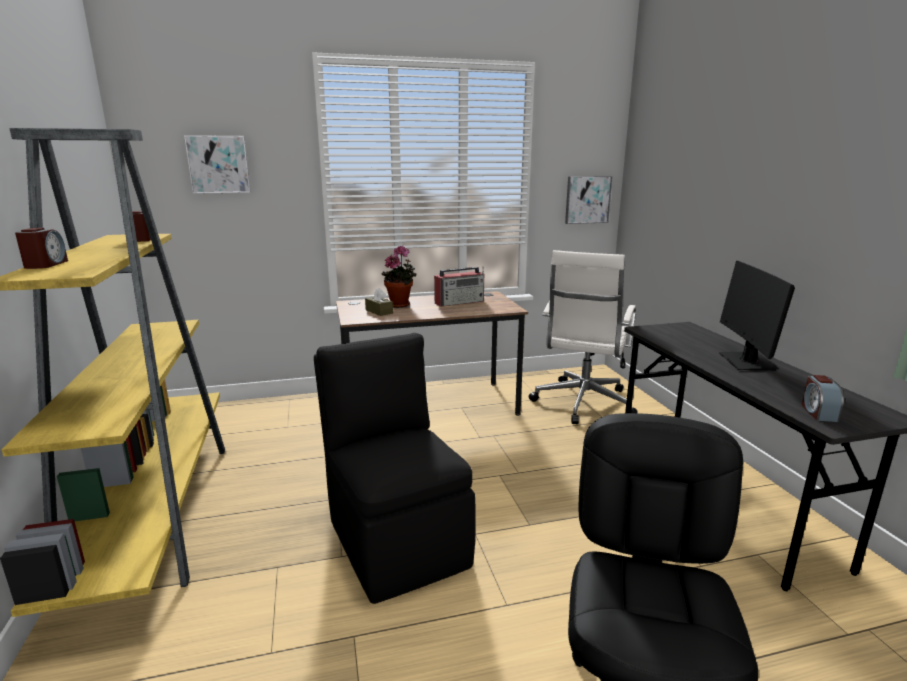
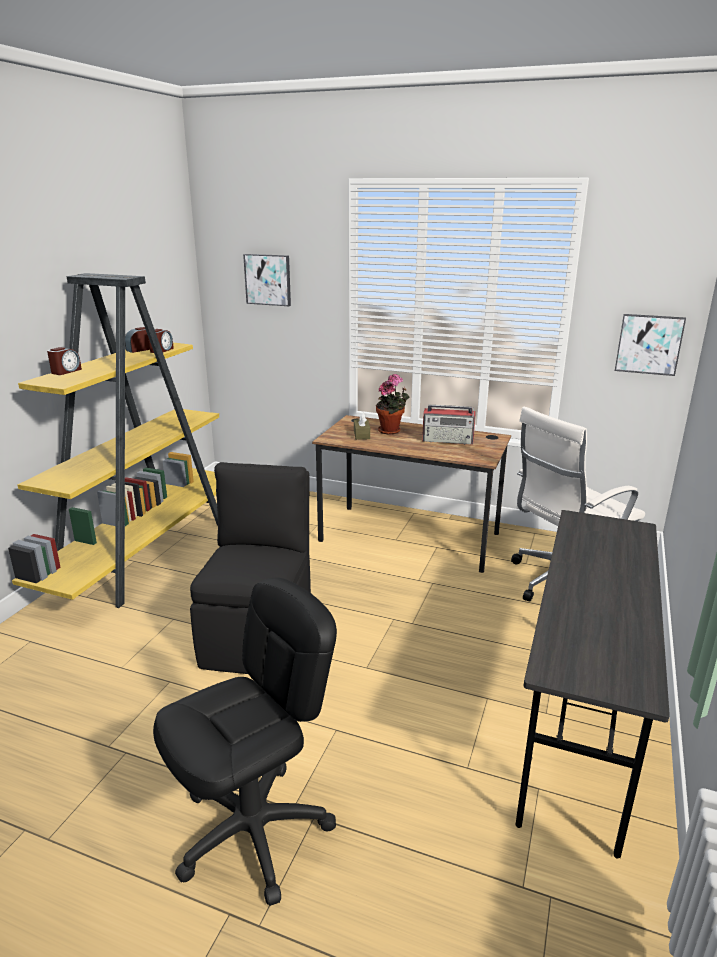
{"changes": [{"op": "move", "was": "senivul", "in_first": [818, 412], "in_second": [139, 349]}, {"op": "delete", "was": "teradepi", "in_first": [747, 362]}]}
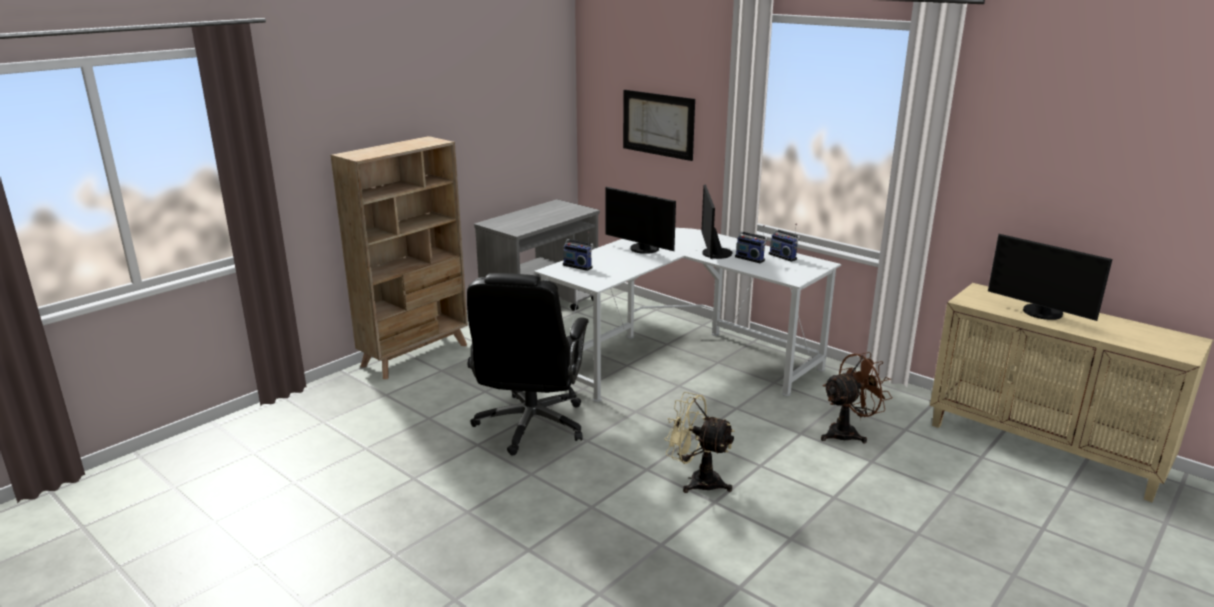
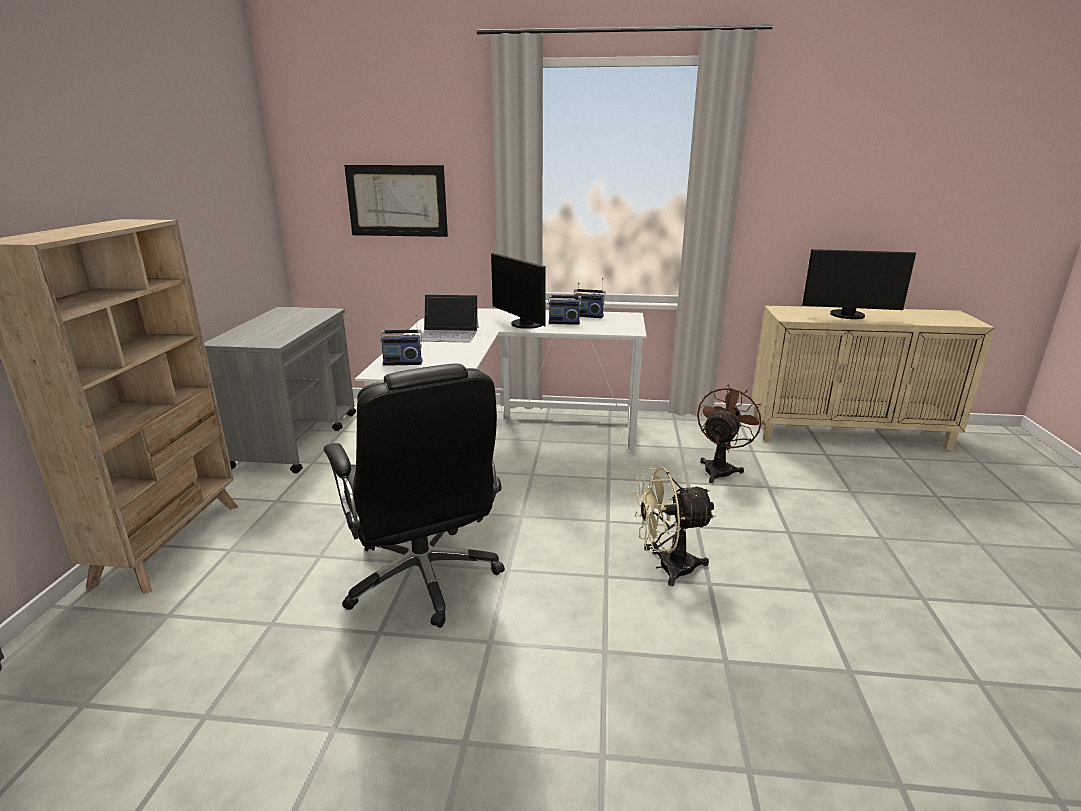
{"changes": [{"op": "replace", "was": "teradepi", "now": "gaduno", "in_first": [642, 249], "in_second": [449, 334]}]}
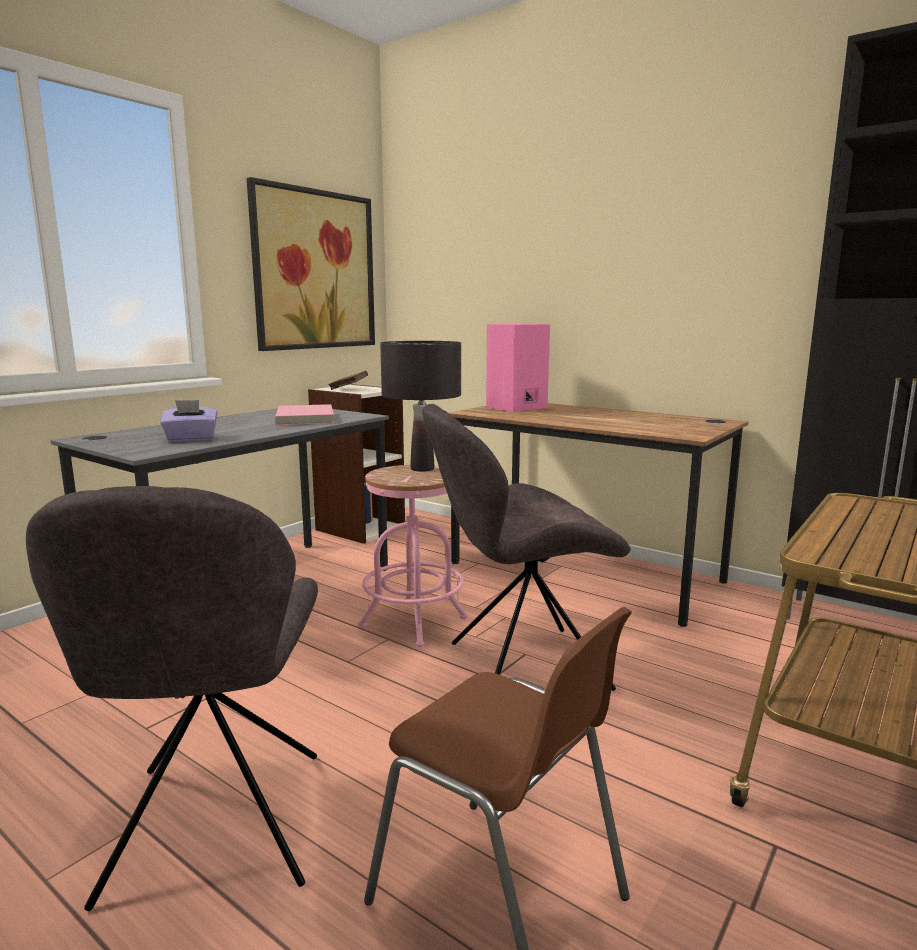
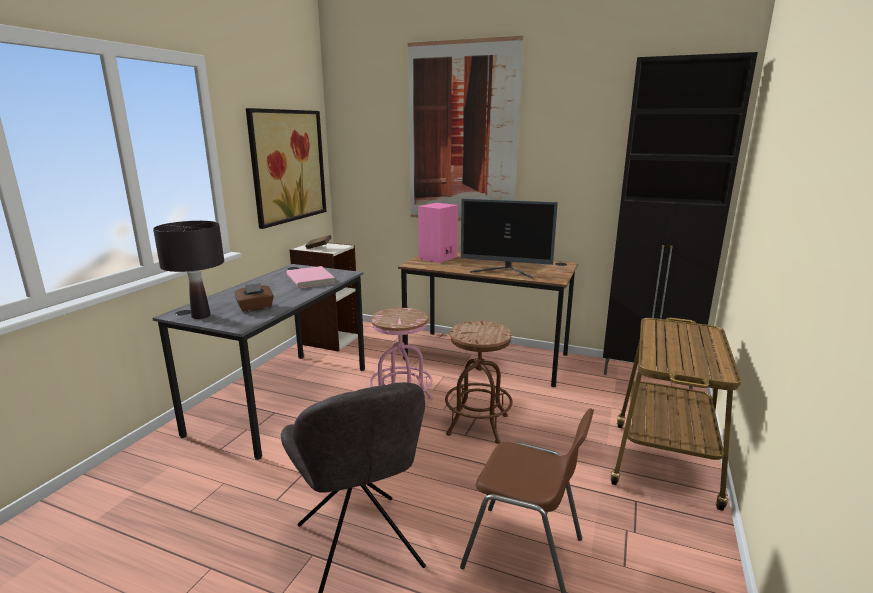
{"changes": [{"op": "move", "was": "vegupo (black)", "in_first": [422, 469], "in_second": [200, 316]}, {"op": "recolor", "was": "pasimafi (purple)", "now": "pasimafi (brown)", "in_first": [191, 439], "in_second": [255, 308]}, {"op": "insert", "now": "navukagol", "in_second": [461, 134]}, {"op": "replace", "was": "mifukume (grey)", "now": "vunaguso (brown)", "in_first": [521, 666], "in_second": [477, 425]}, {"op": "insert", "now": "teradepi", "in_second": [505, 272]}]}
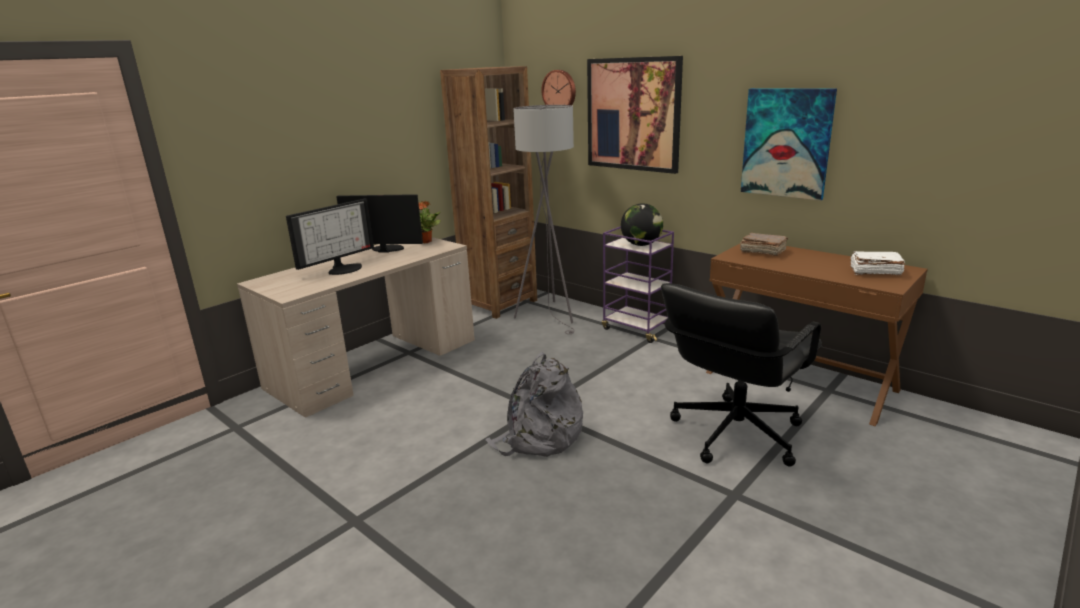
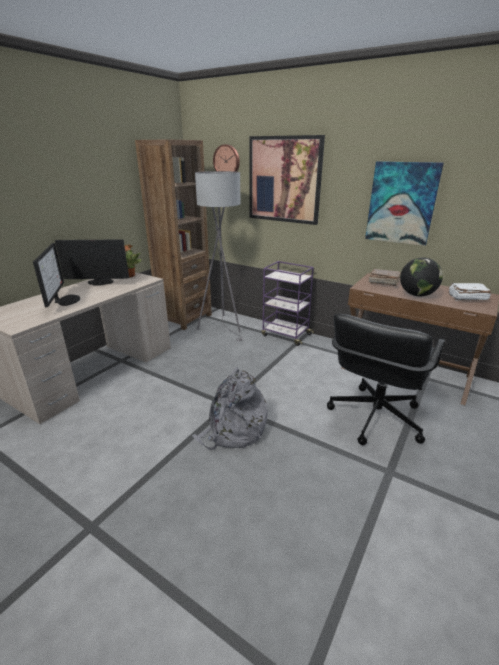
{"changes": [{"op": "rotate", "was": "teradepi", "in_first": [344, 268], "in_second": [65, 300], "clockwise": -45}, {"op": "move", "was": "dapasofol", "in_first": [641, 245], "in_second": [417, 295]}]}
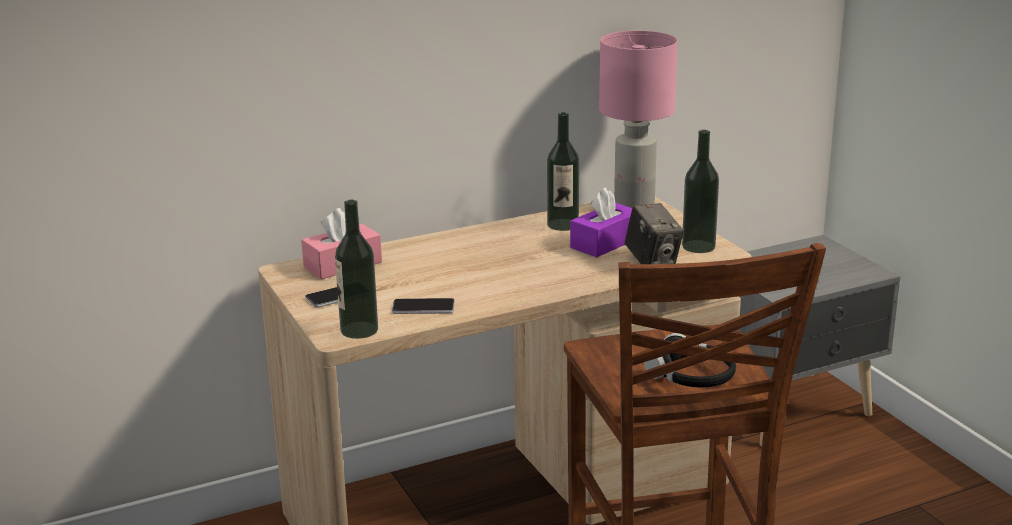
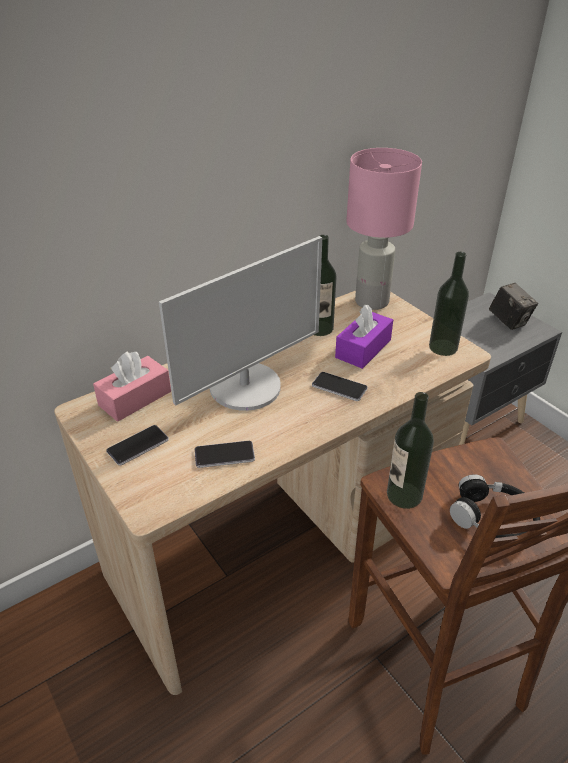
{"changes": [{"op": "insert", "now": "teradepi", "in_second": [246, 387]}, {"op": "insert", "now": "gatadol", "in_second": [339, 387]}, {"op": "move", "was": "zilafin", "in_first": [359, 330], "in_second": [404, 495]}, {"op": "move", "was": "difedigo", "in_first": [652, 262], "in_second": [508, 321]}]}
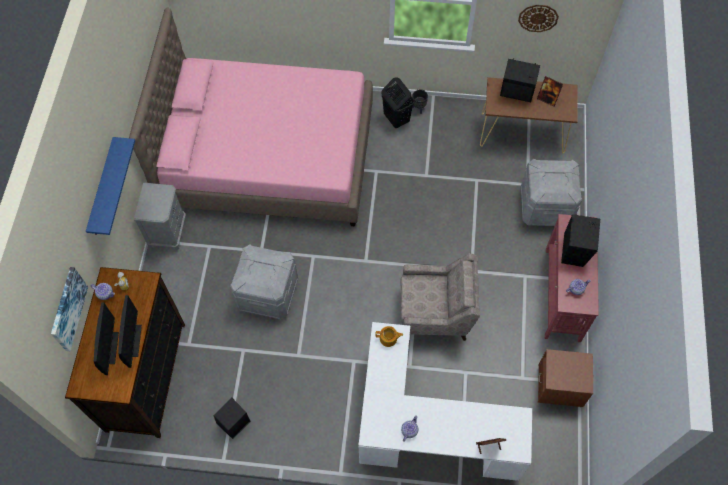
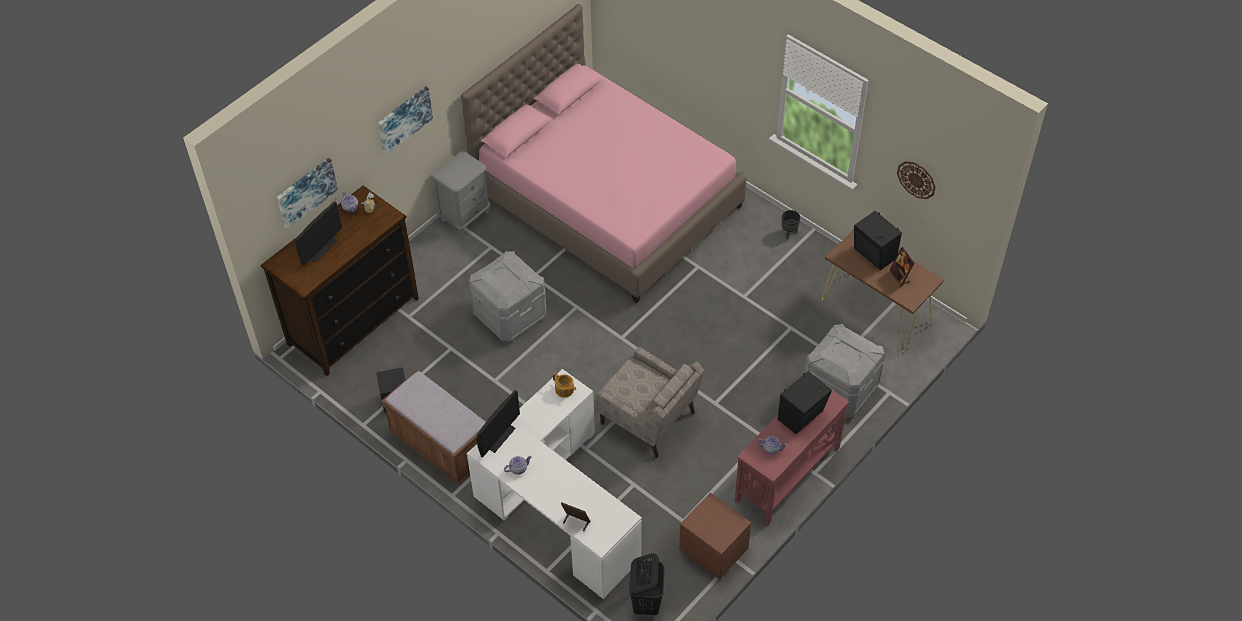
{"changes": [{"op": "replace", "was": "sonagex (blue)", "now": "navukagol", "in_first": [103, 189], "in_second": [404, 119]}, {"op": "insert", "now": "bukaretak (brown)", "in_second": [440, 445]}, {"op": "move", "was": "teradepi", "in_first": [132, 340], "in_second": [498, 436]}, {"op": "move", "was": "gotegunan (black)", "in_first": [396, 119], "in_second": [646, 602]}]}
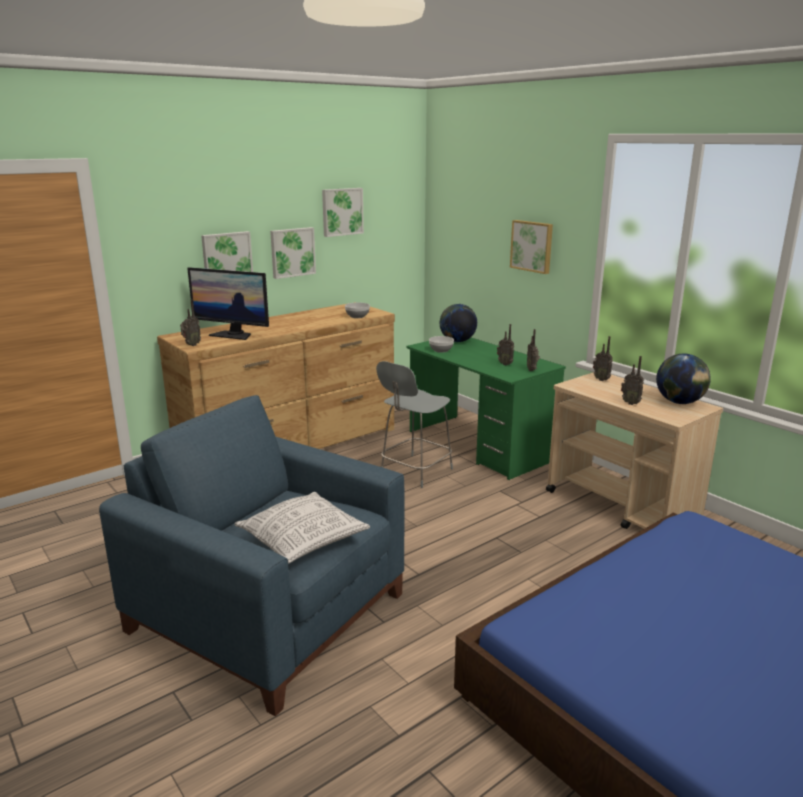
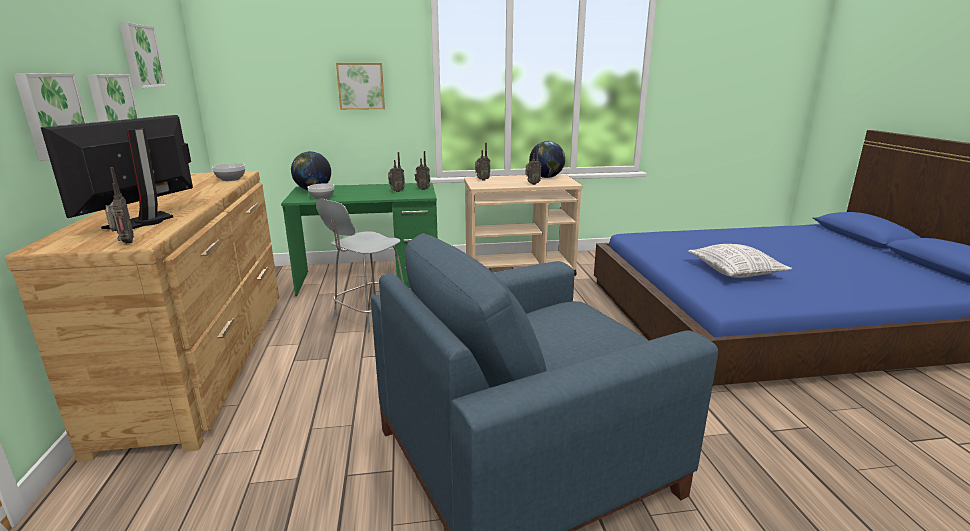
{"changes": [{"op": "rotate", "was": "teradepi", "in_first": [233, 335], "in_second": [144, 222], "clockwise": 150}, {"op": "rotate", "was": "mifukume (grey)", "in_first": [414, 471], "in_second": [370, 315], "clockwise": 60}, {"op": "move", "was": "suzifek", "in_first": [302, 541], "in_second": [735, 271]}]}
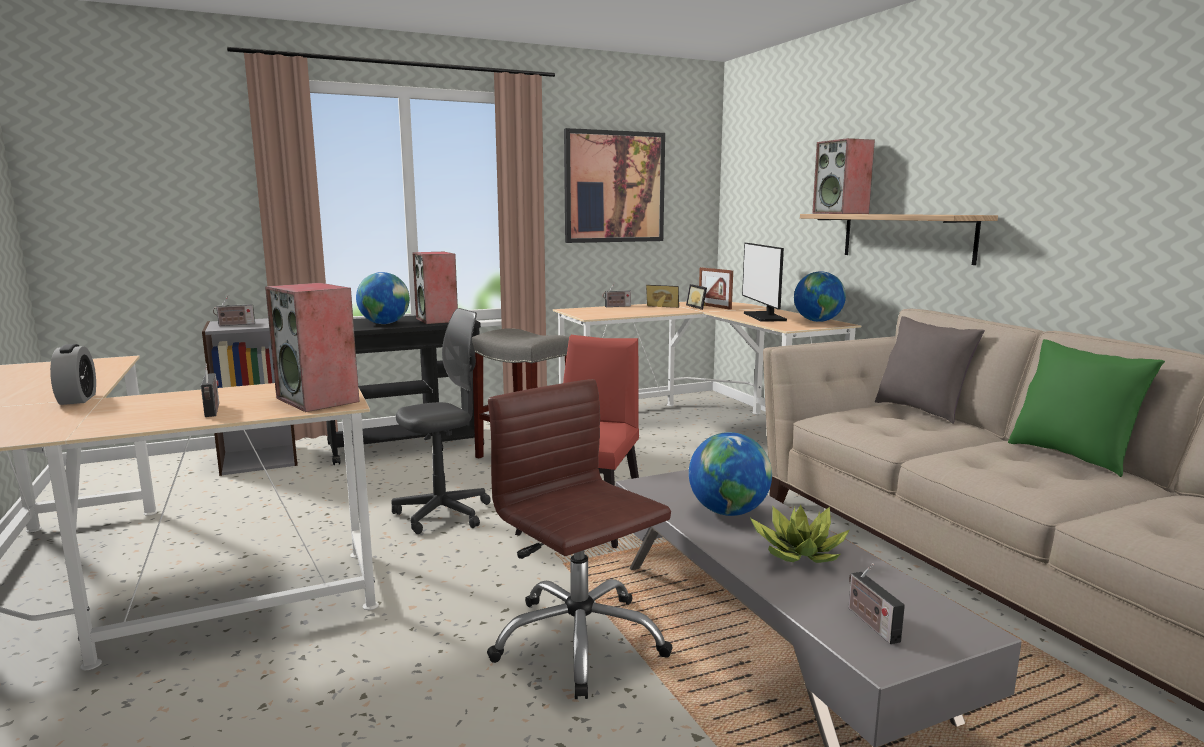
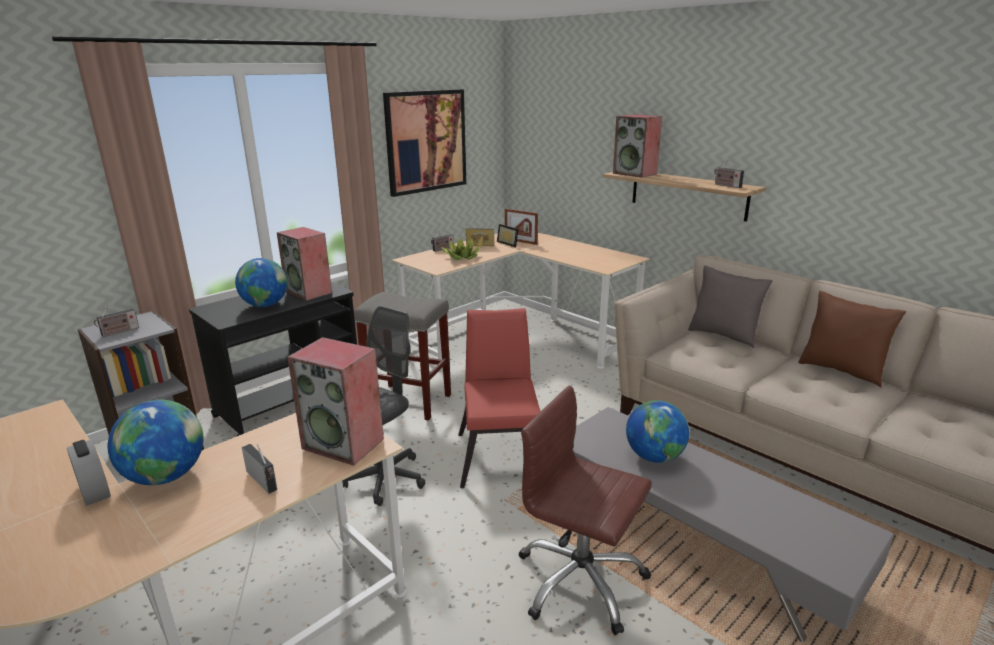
{"changes": [{"op": "move", "was": "dapasofol", "in_first": [817, 321], "in_second": [166, 476]}, {"op": "move", "was": "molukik", "in_first": [797, 553], "in_second": [461, 257]}, {"op": "move", "was": "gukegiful", "in_first": [870, 623], "in_second": [726, 185]}, {"op": "recolor", "was": "suzifek (green)", "now": "suzifek (brown)", "in_first": [1071, 456], "in_second": [841, 371]}, {"op": "delete", "was": "teradepi", "in_first": [764, 317]}]}
